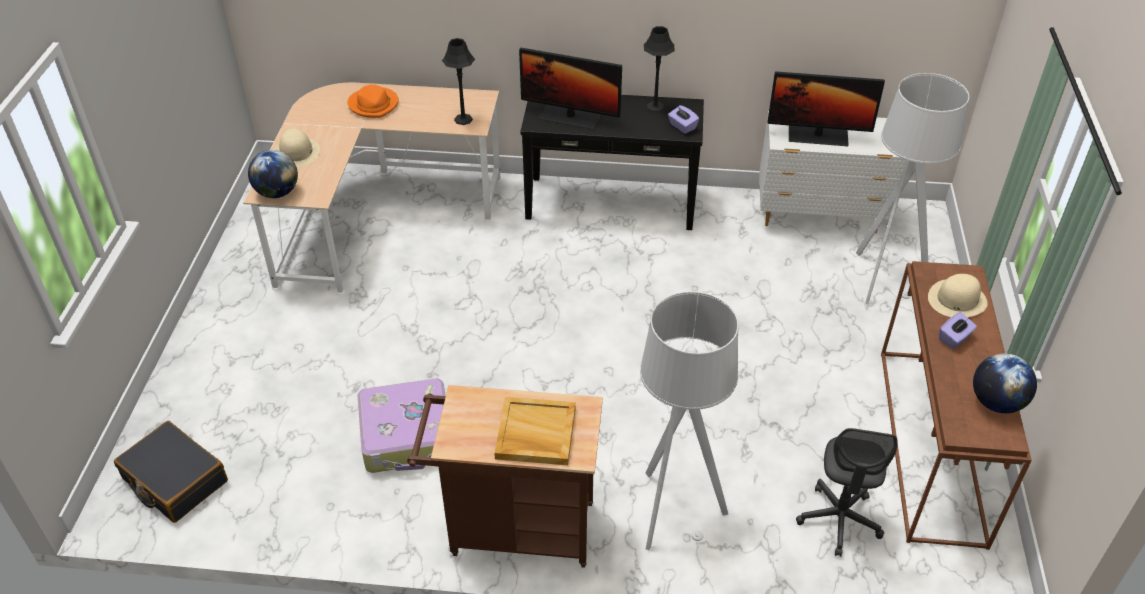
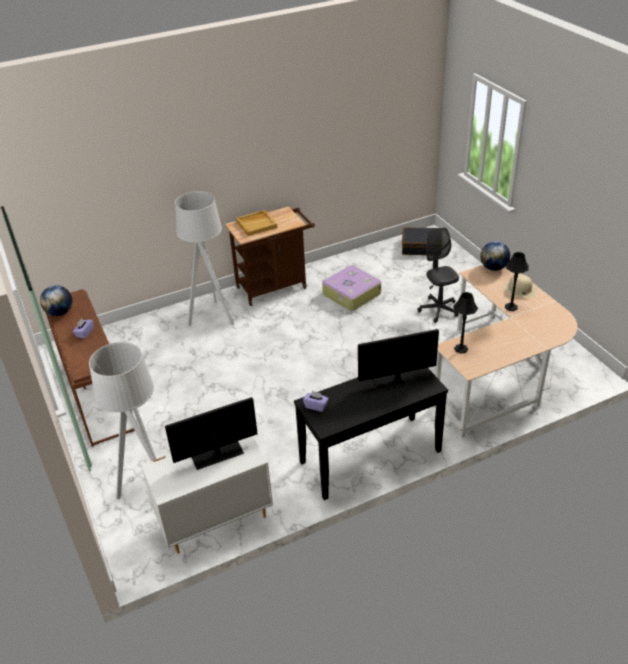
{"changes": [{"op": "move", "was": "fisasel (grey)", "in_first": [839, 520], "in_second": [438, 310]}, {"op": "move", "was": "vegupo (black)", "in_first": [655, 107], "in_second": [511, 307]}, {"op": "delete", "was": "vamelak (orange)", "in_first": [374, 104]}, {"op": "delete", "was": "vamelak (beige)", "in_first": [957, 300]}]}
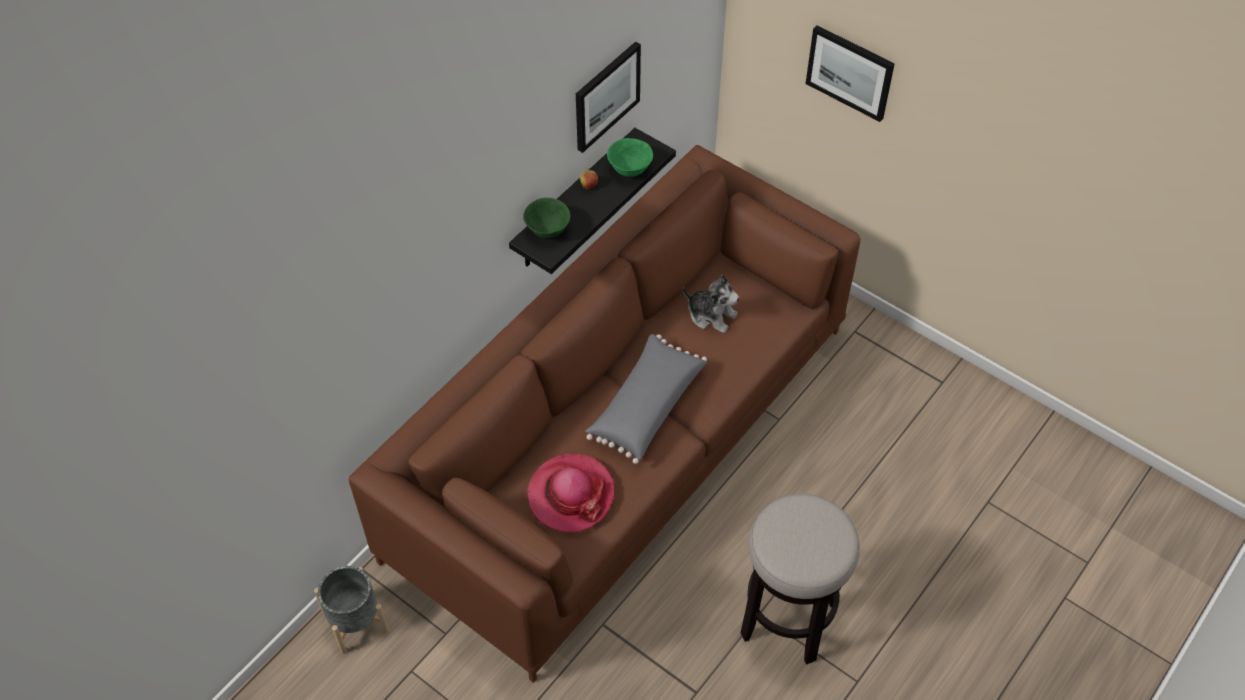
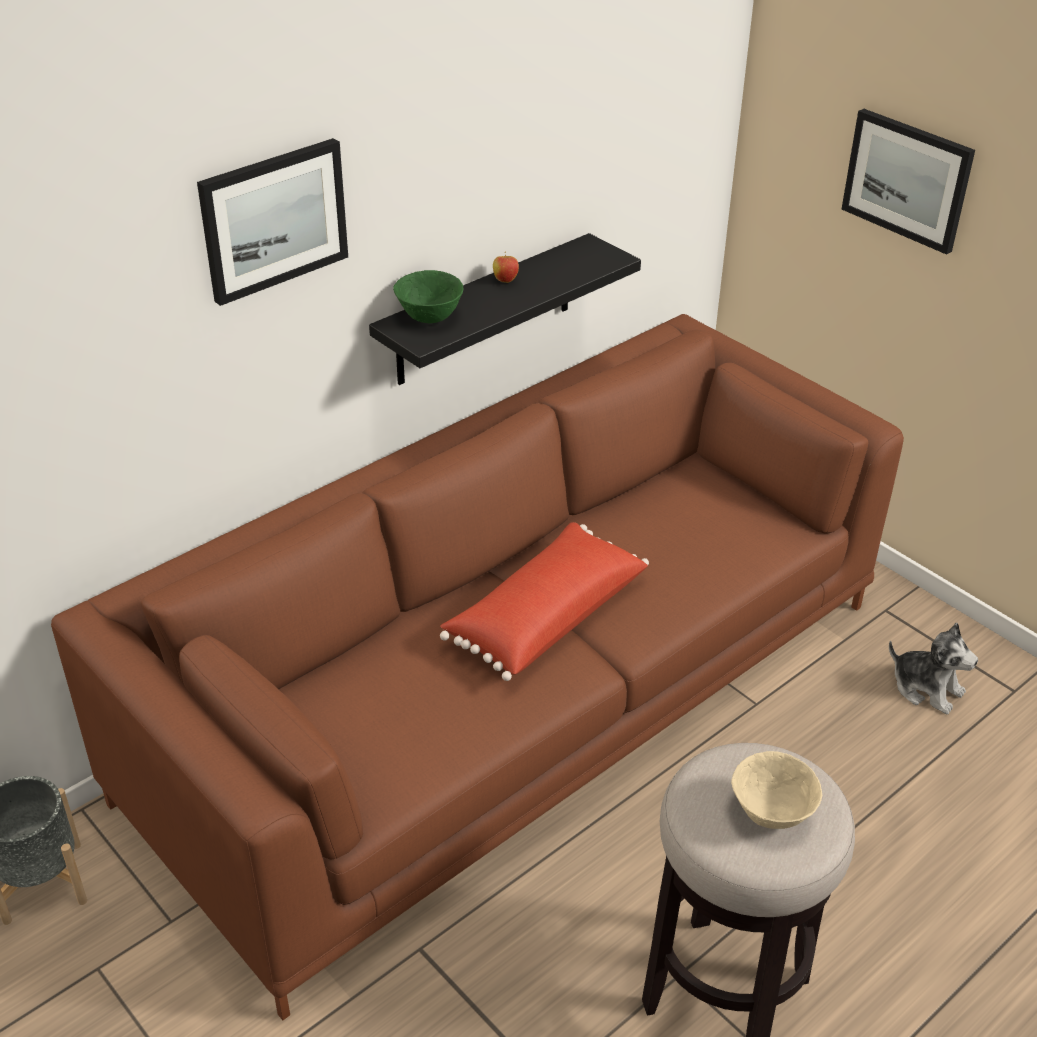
{"changes": [{"op": "move", "was": "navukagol", "in_first": [606, 96], "in_second": [273, 219]}, {"op": "recolor", "was": "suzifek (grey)", "now": "suzifek (red)", "in_first": [645, 406], "in_second": [544, 616]}, {"op": "insert", "now": "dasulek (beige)", "in_second": [771, 815]}, {"op": "move", "was": "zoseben", "in_first": [711, 315], "in_second": [926, 688]}, {"op": "delete", "was": "vamelak", "in_first": [570, 495]}, {"op": "delete", "was": "dasulek (green)", "in_first": [629, 169]}]}
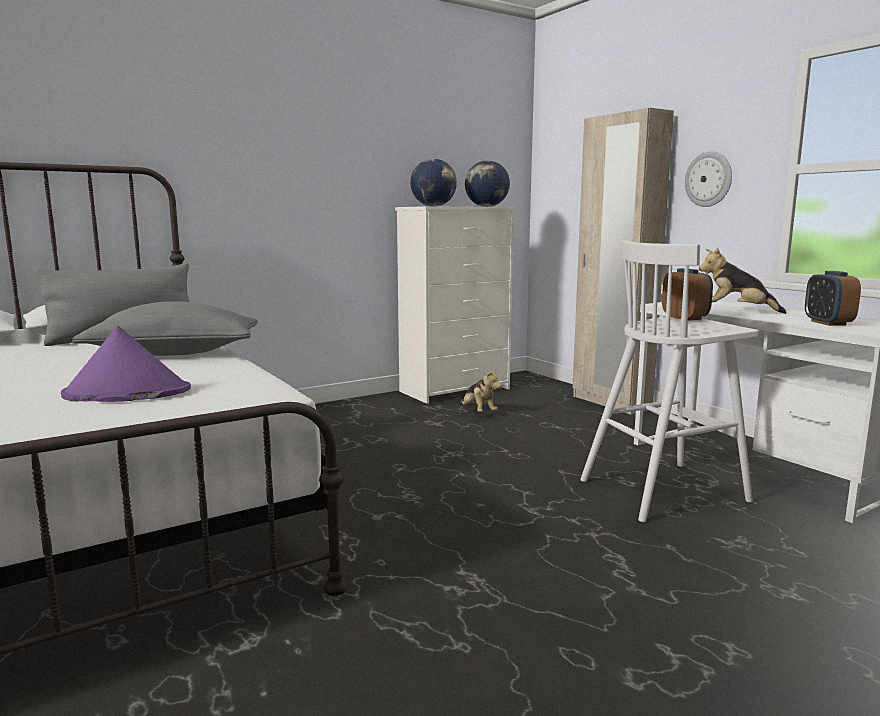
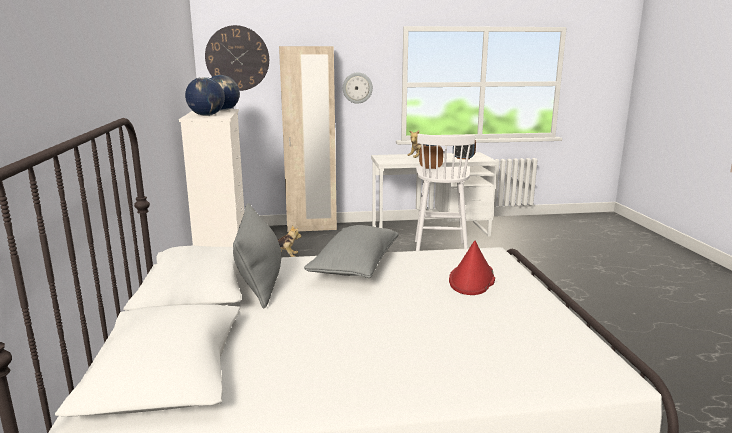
{"changes": [{"op": "insert", "now": "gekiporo", "in_second": [237, 58]}, {"op": "recolor", "was": "vamelak (purple)", "now": "vamelak (red)", "in_first": [126, 393], "in_second": [472, 280]}]}
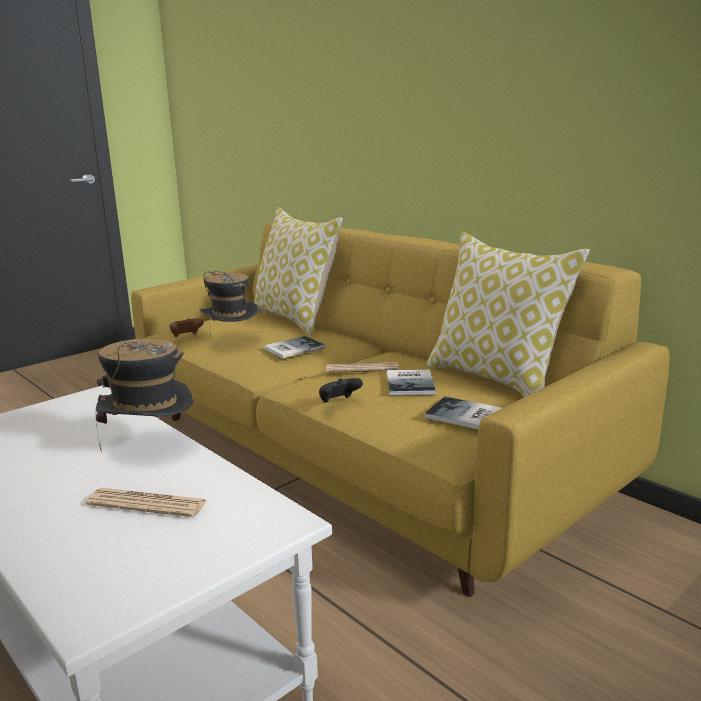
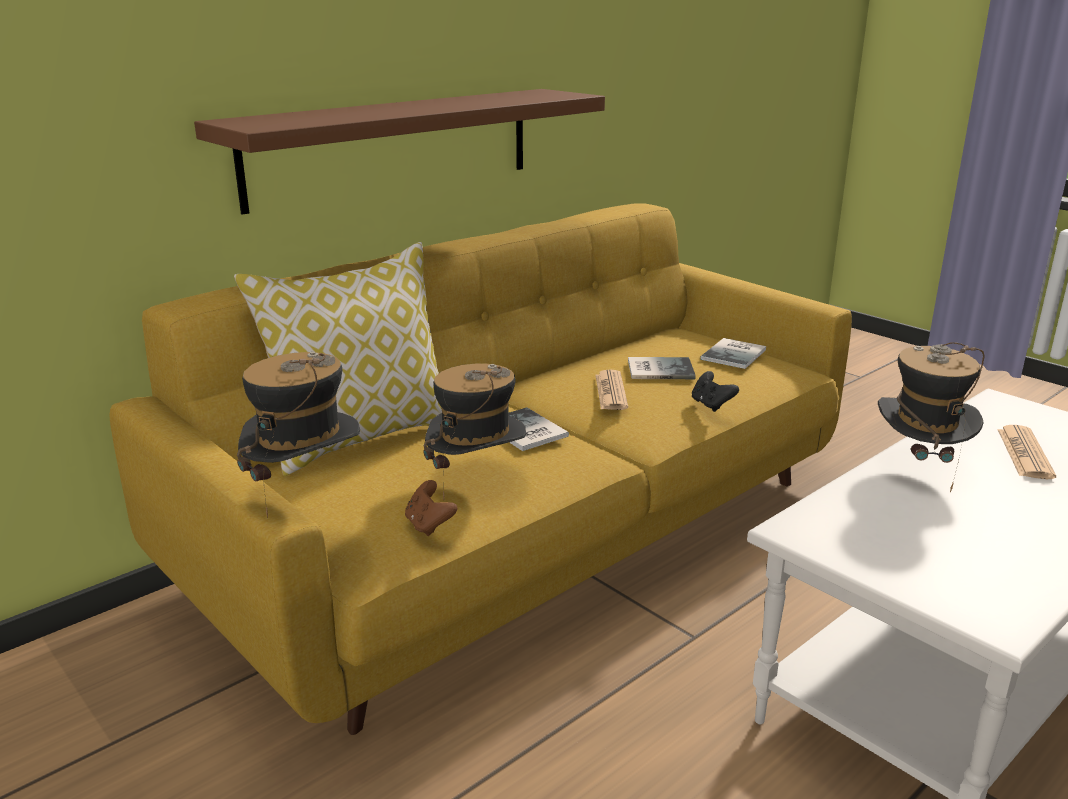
{"changes": [{"op": "insert", "now": "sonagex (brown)", "in_second": [393, 146]}, {"op": "insert", "now": "vamelak", "in_second": [305, 490]}, {"op": "delete", "was": "suzifek", "in_first": [496, 379]}]}
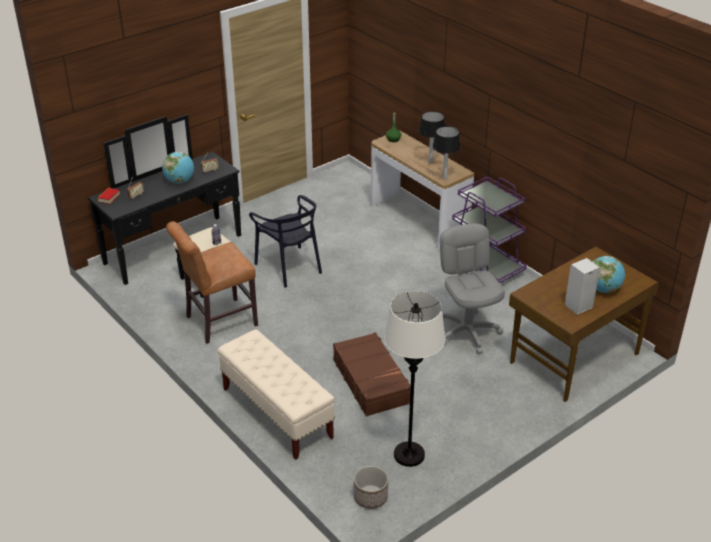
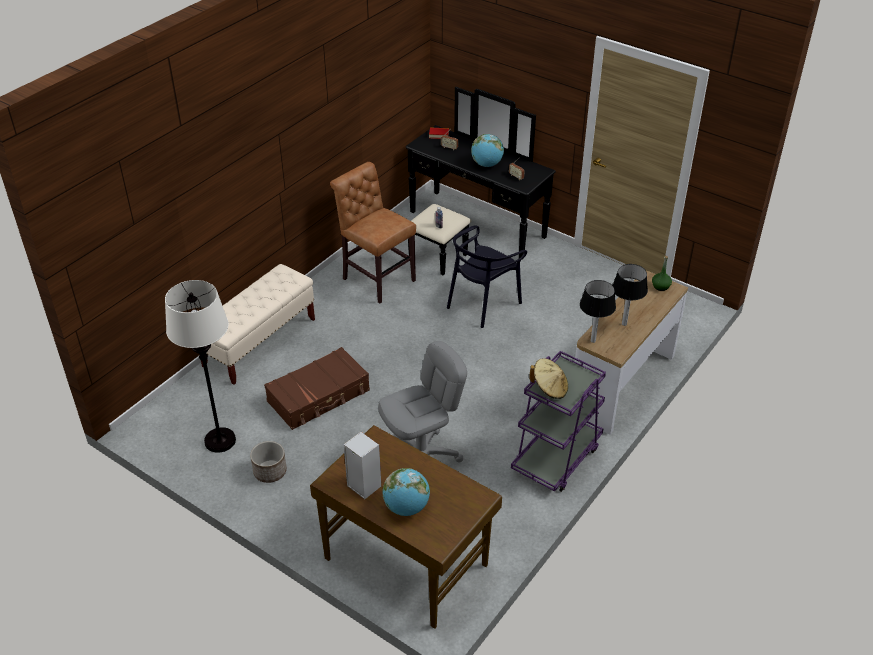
{"changes": [{"op": "move", "was": "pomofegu", "in_first": [370, 497], "in_second": [269, 471]}, {"op": "insert", "now": "vamelak (beige)", "in_second": [549, 388]}]}
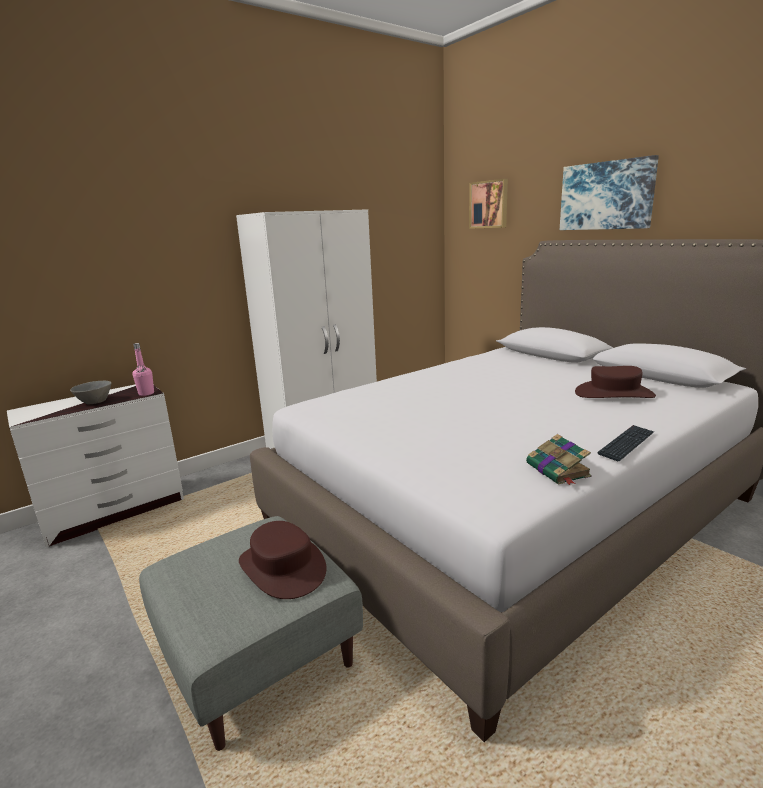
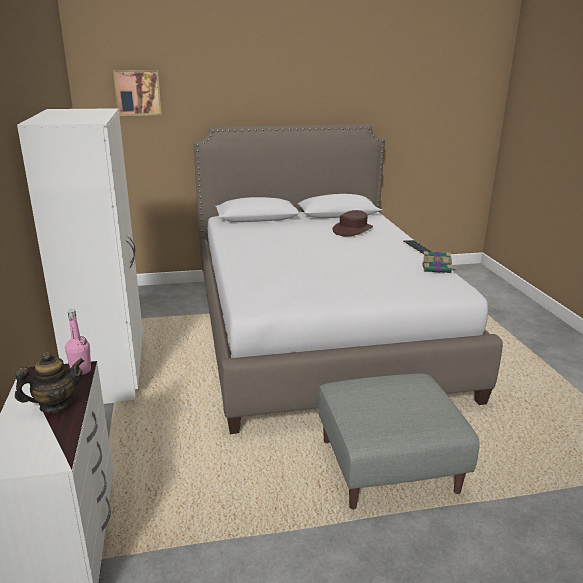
{"changes": [{"op": "replace", "was": "dasulek (grey)", "now": "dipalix", "in_first": [95, 401], "in_second": [55, 405]}, {"op": "delete", "was": "vamelak (brown)", "in_first": [283, 567]}, {"op": "delete", "was": "navukagol", "in_first": [606, 196]}]}
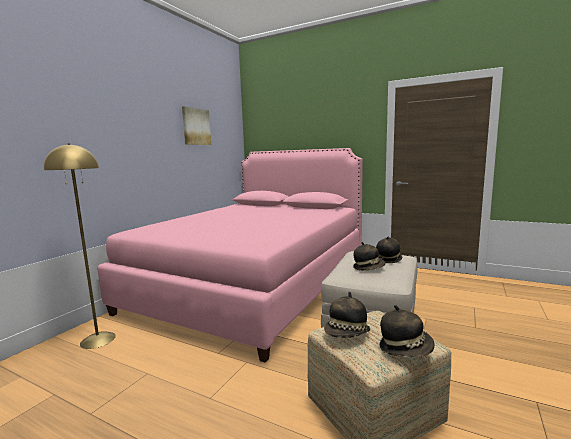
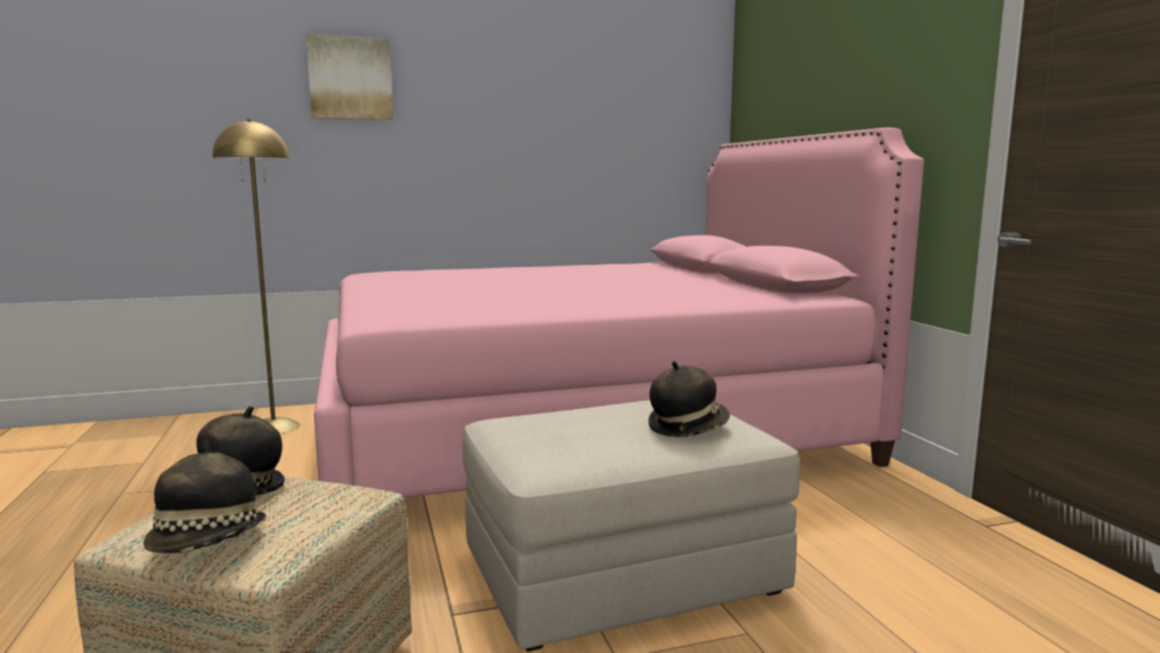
{"changes": [{"op": "move", "was": "navukagol", "in_first": [196, 126], "in_second": [350, 78]}, {"op": "delete", "was": "vamelak", "in_first": [368, 268]}]}
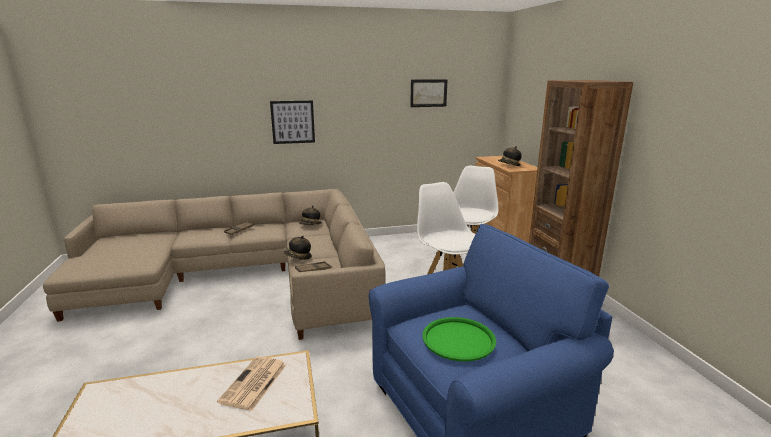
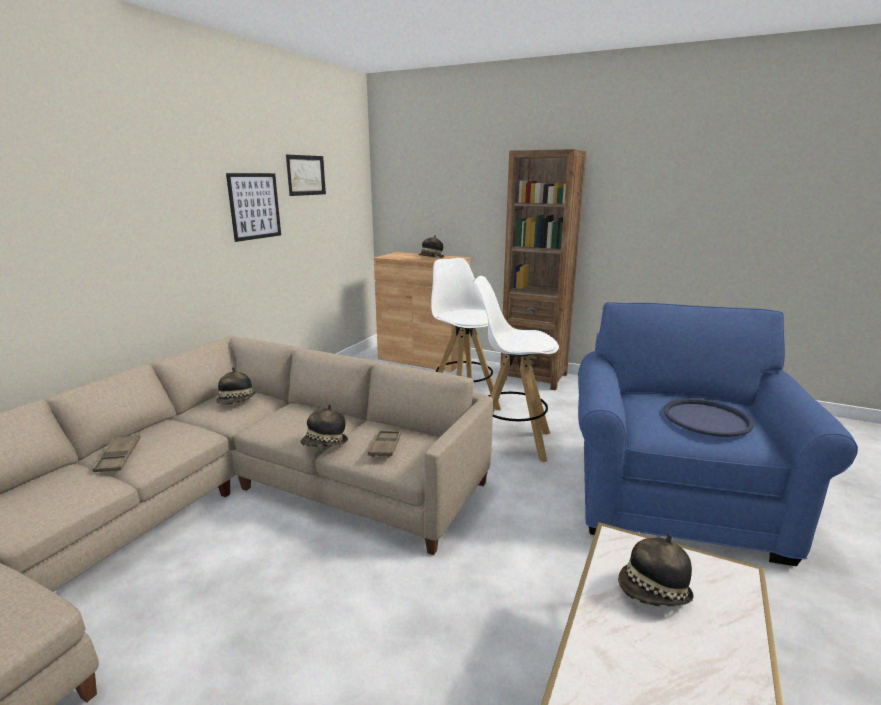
{"changes": [{"op": "move", "was": "navukagol", "in_first": [293, 122], "in_second": [254, 206]}, {"op": "replace", "was": "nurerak", "now": "vamelak", "in_first": [254, 384], "in_second": [653, 593]}, {"op": "recolor", "was": "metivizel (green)", "now": "metivizel (blue)", "in_first": [458, 339], "in_second": [706, 418]}]}
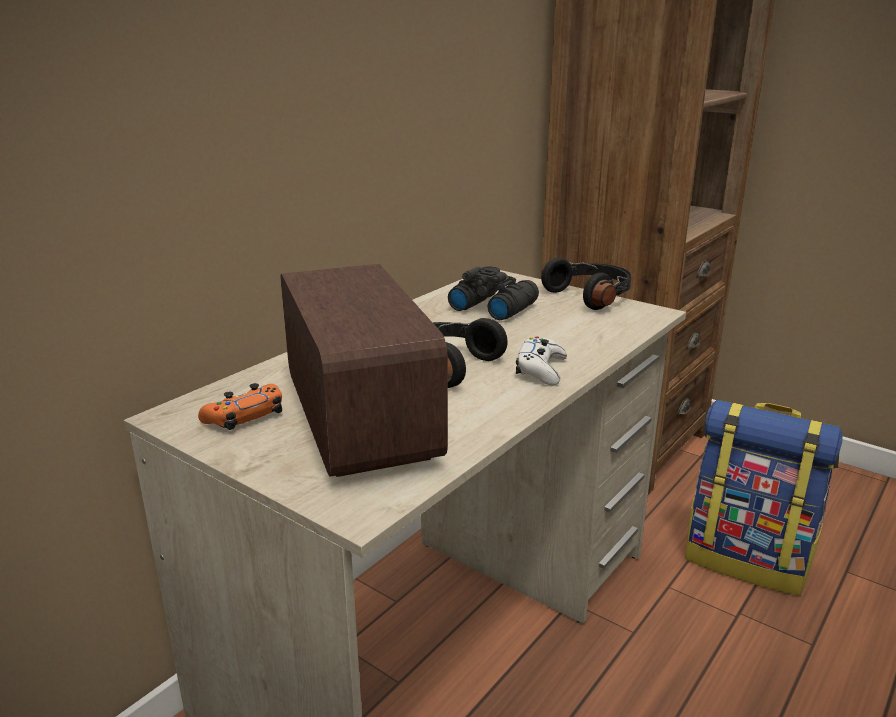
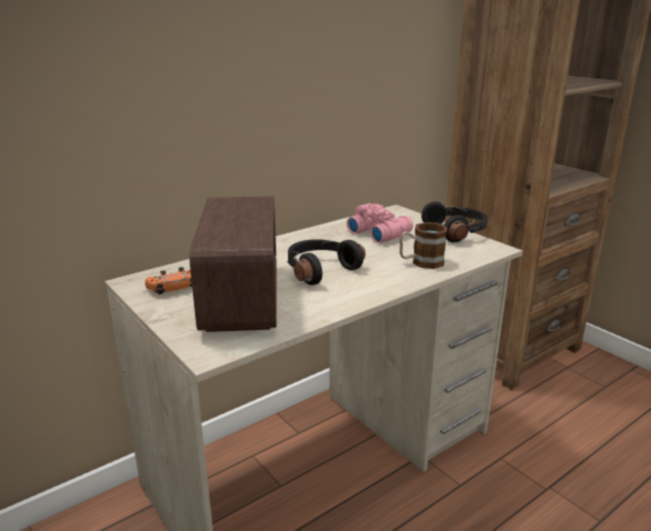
{"changes": [{"op": "recolor", "was": "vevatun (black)", "now": "vevatun (pink)", "in_first": [492, 306], "in_second": [379, 232]}, {"op": "insert", "now": "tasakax", "in_second": [421, 262]}, {"op": "delete", "was": "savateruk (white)", "in_first": [541, 369]}, {"op": "delete", "was": "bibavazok", "in_first": [748, 559]}]}
